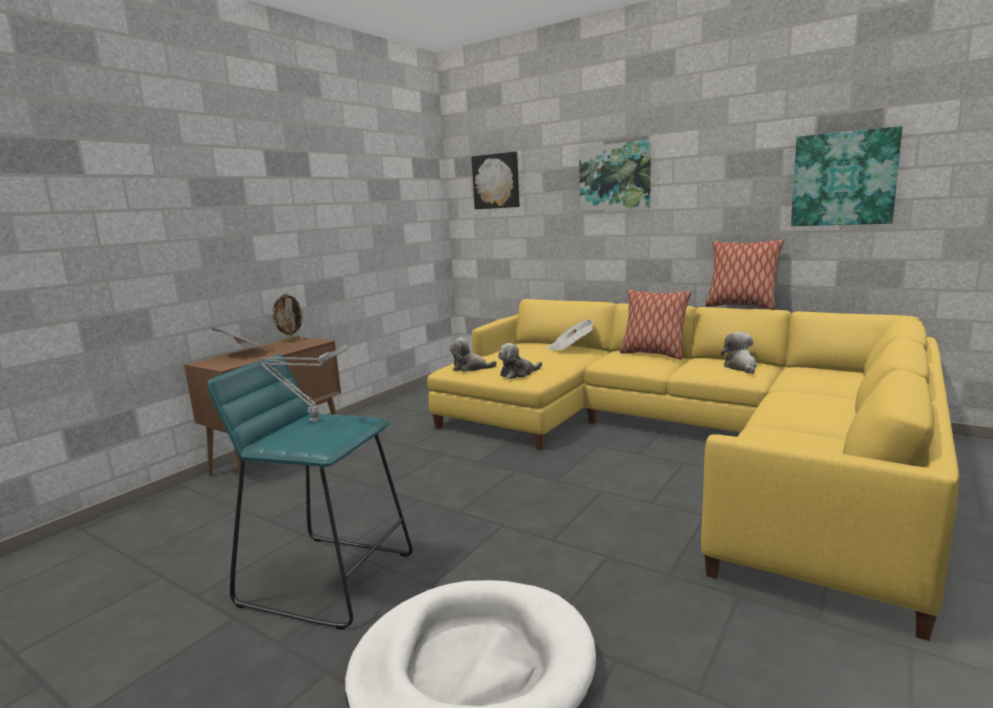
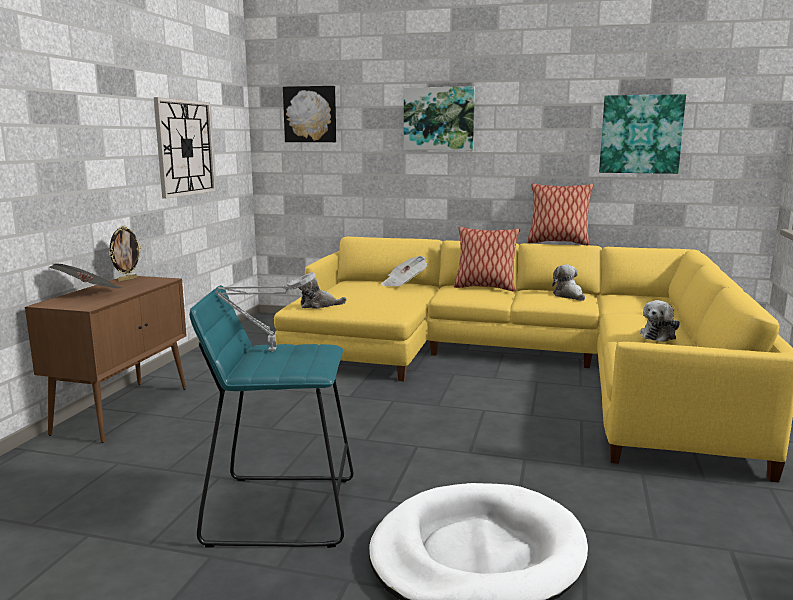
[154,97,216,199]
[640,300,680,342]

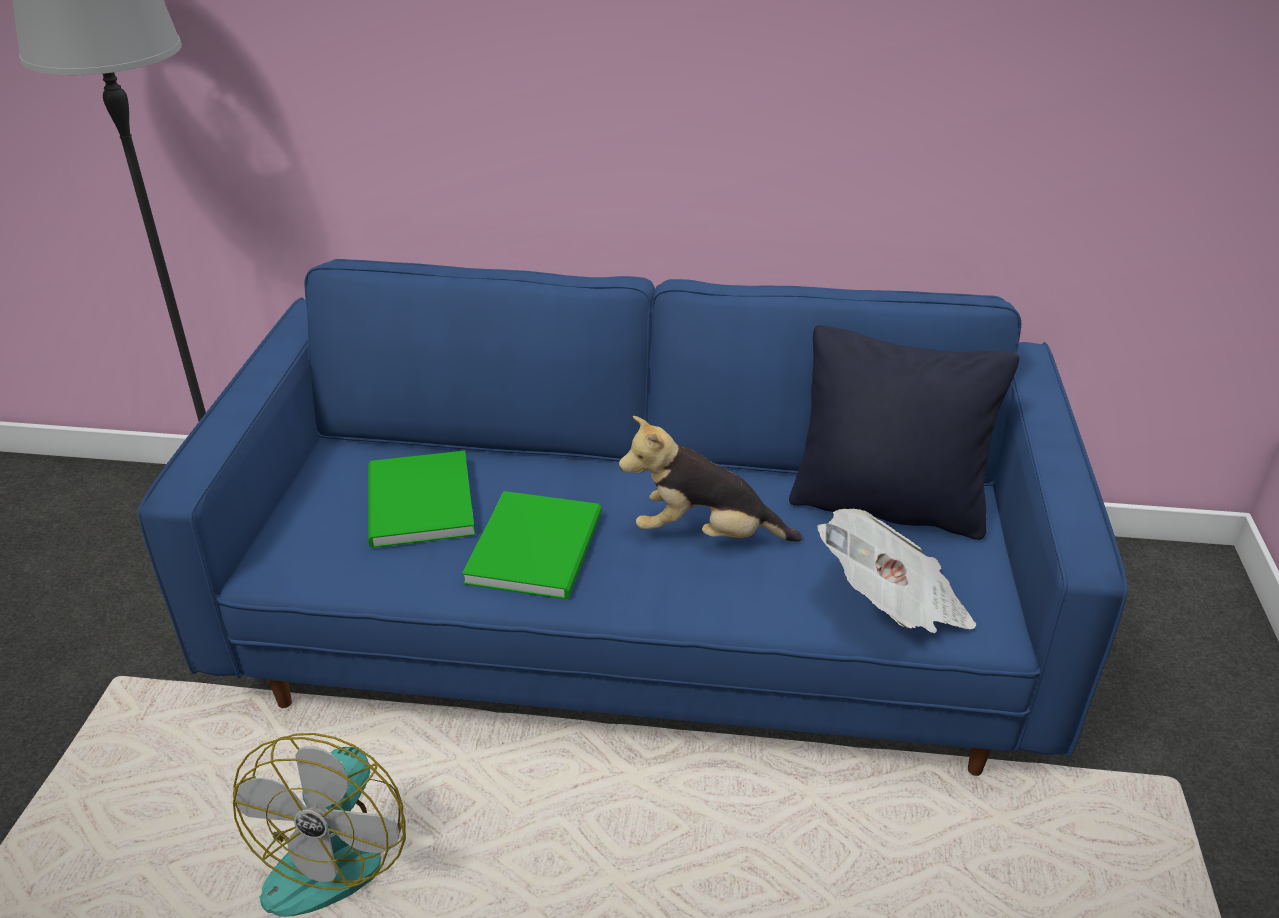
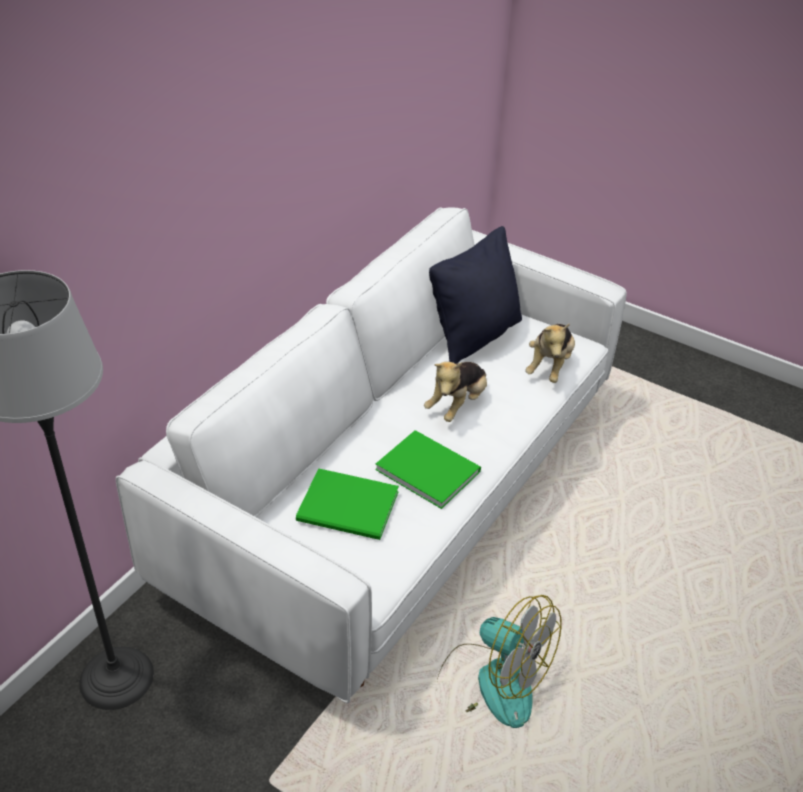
[116,207,627,704]
[525,323,575,383]

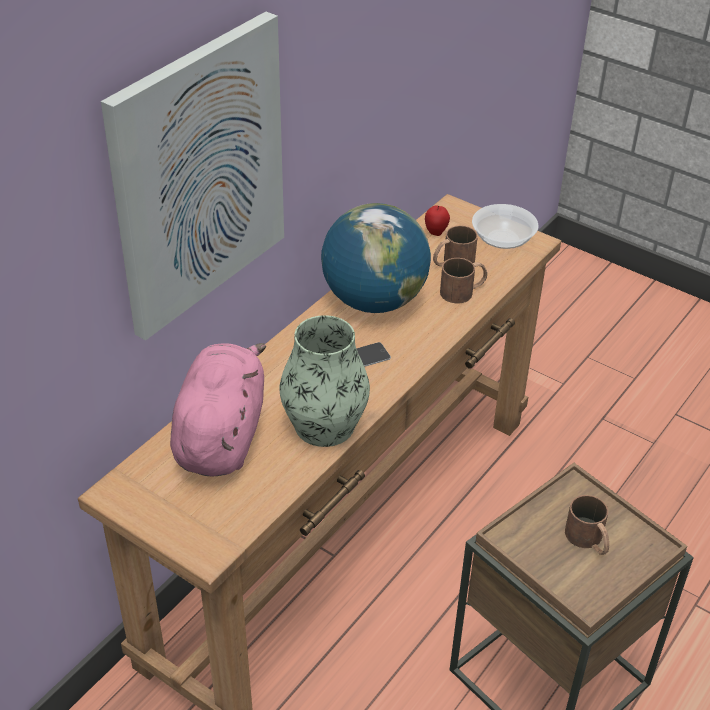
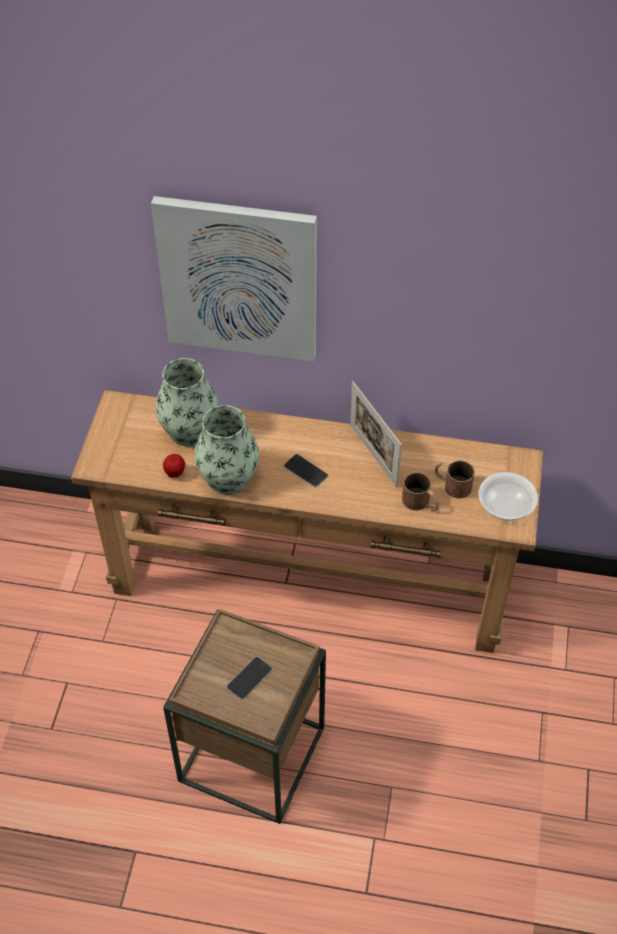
[155,358,219,447]
[163,454,185,478]
[226,657,272,700]
[350,381,402,487]

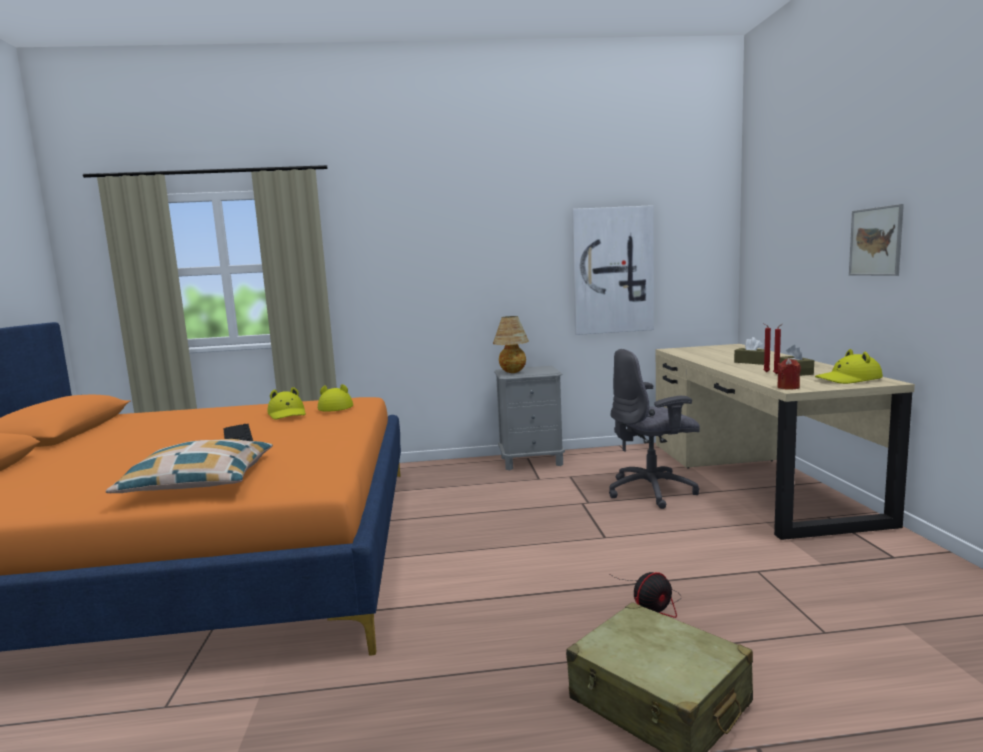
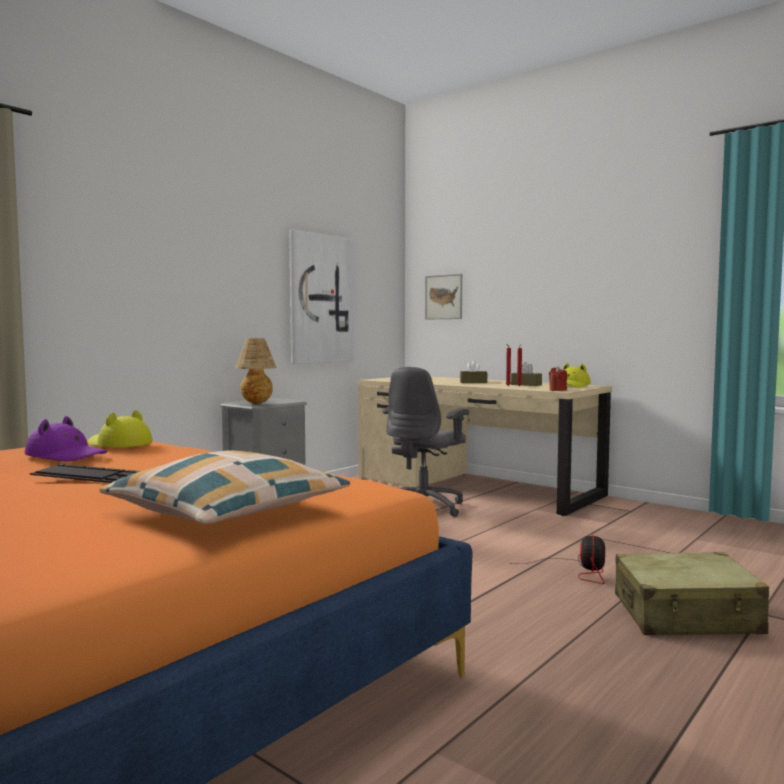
[25,416,107,461]
[425,274,462,320]

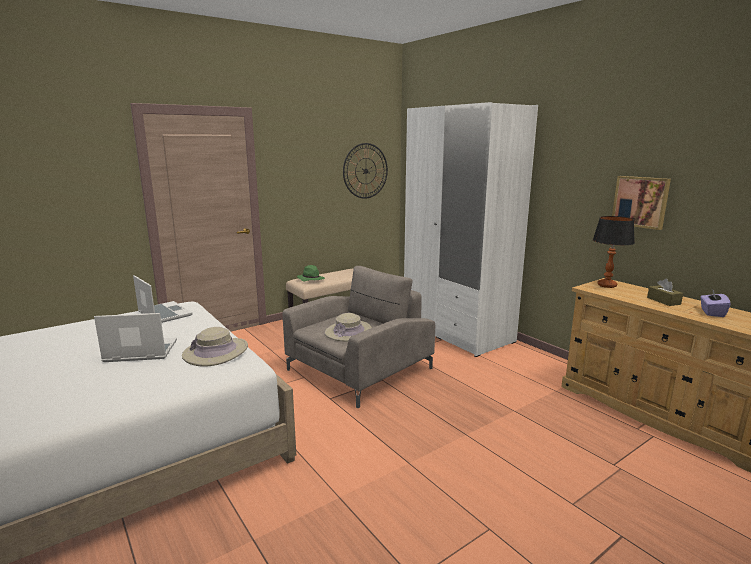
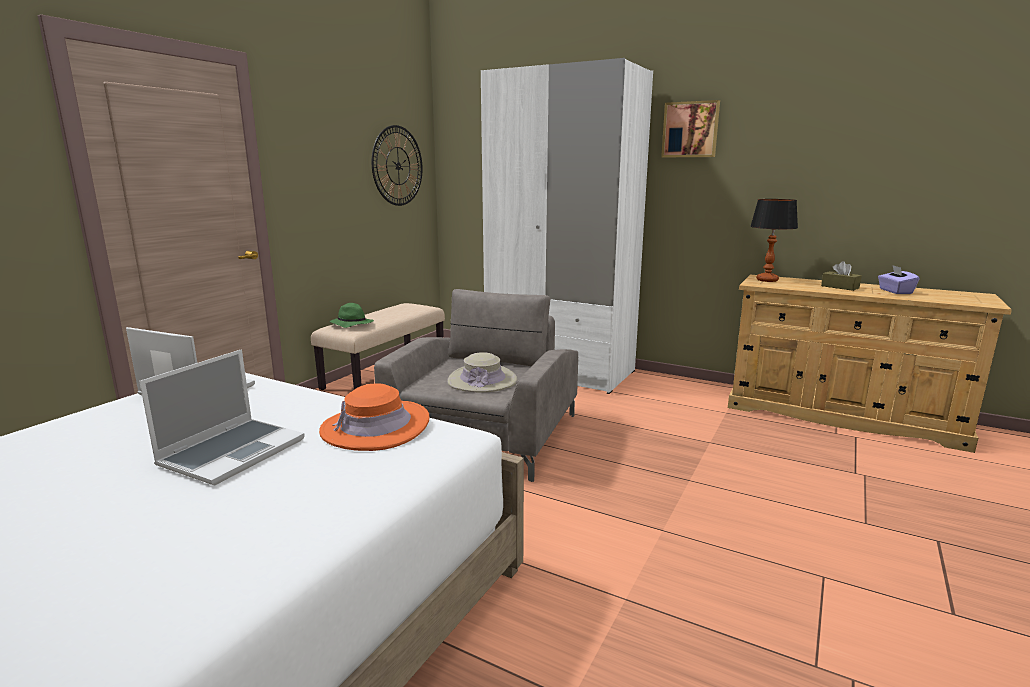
[139,349,305,485]
[319,383,430,451]
[661,100,720,157]

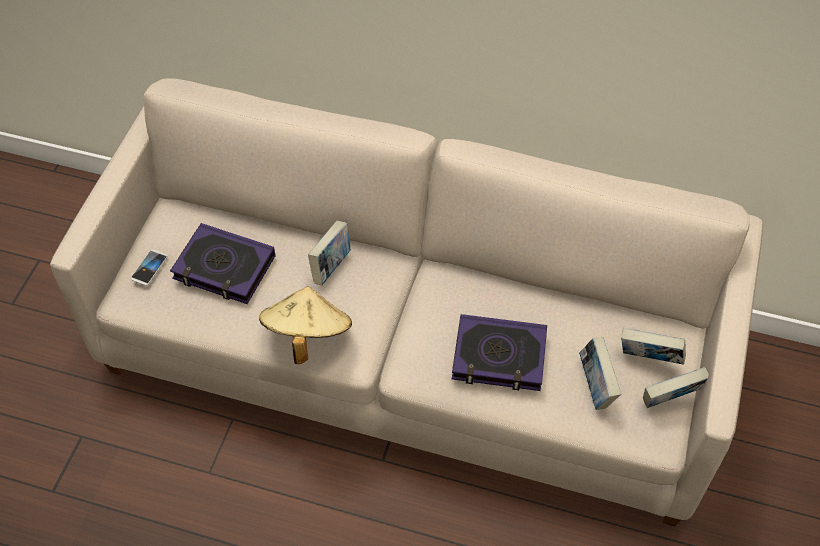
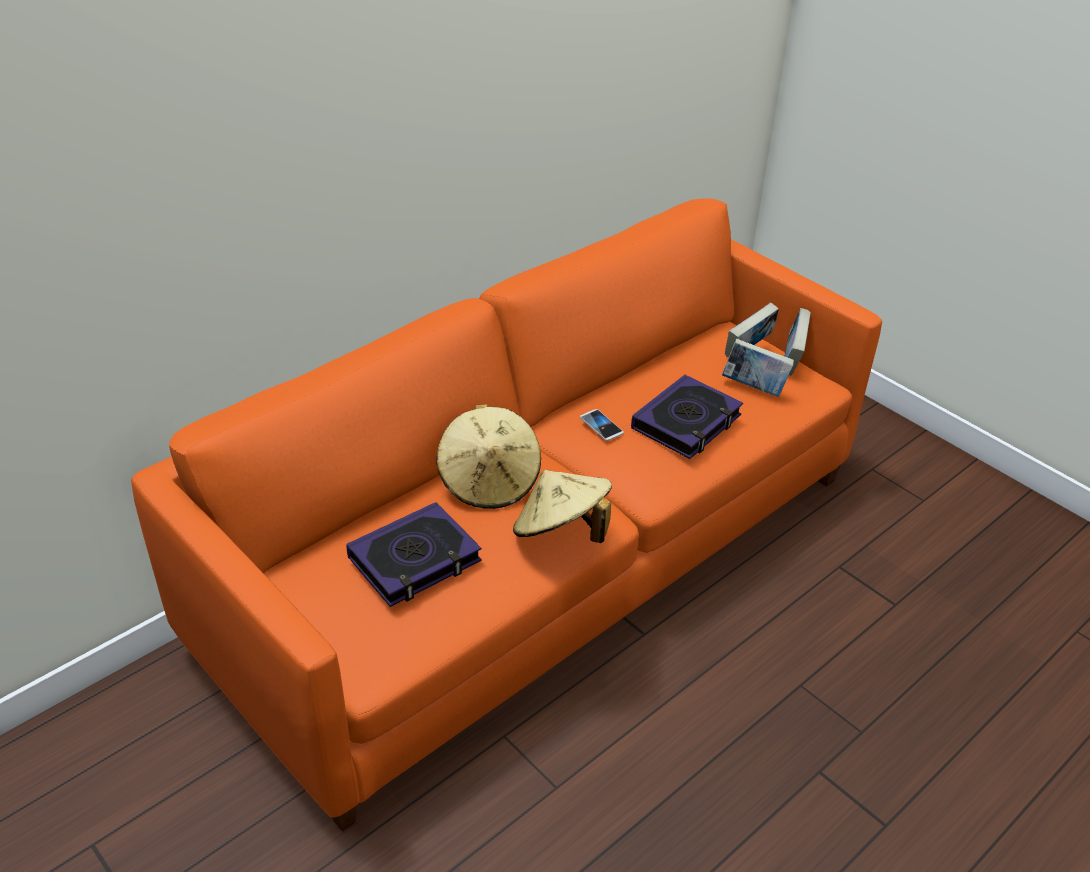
[131,199,882,832]
[436,404,541,509]
[580,409,624,441]

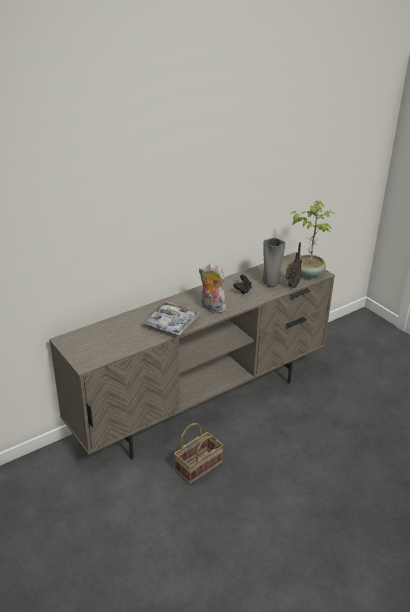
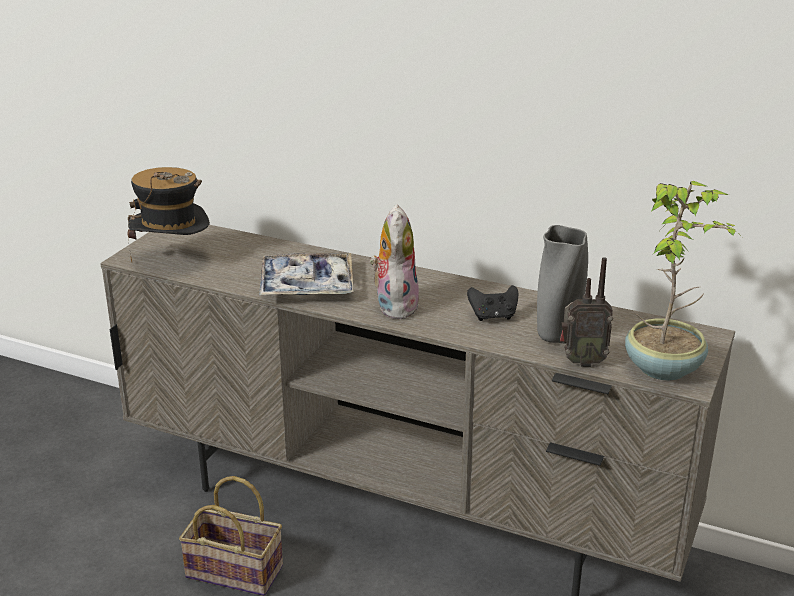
[127,167,210,262]

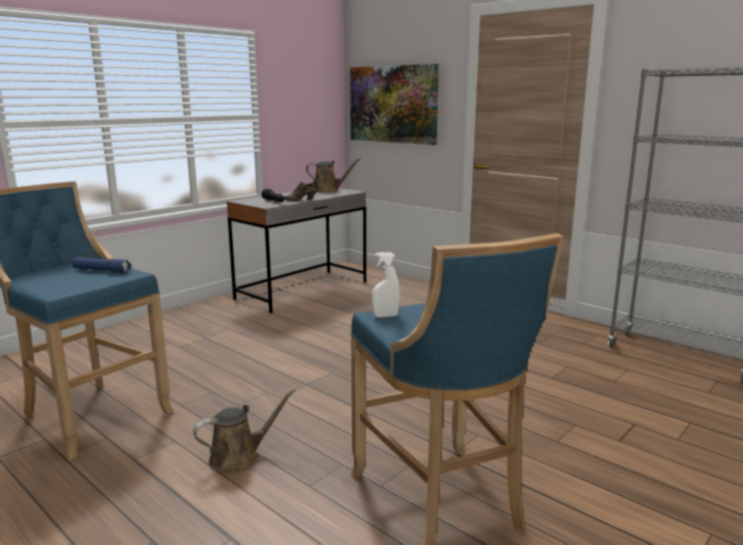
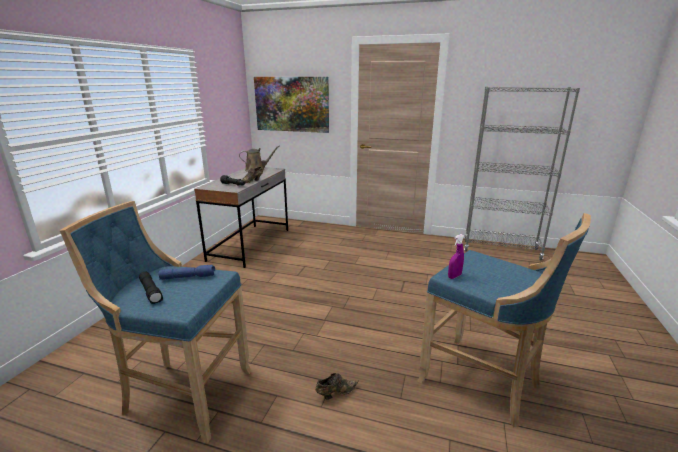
[139,272,163,304]
[316,373,359,400]
[448,234,464,279]

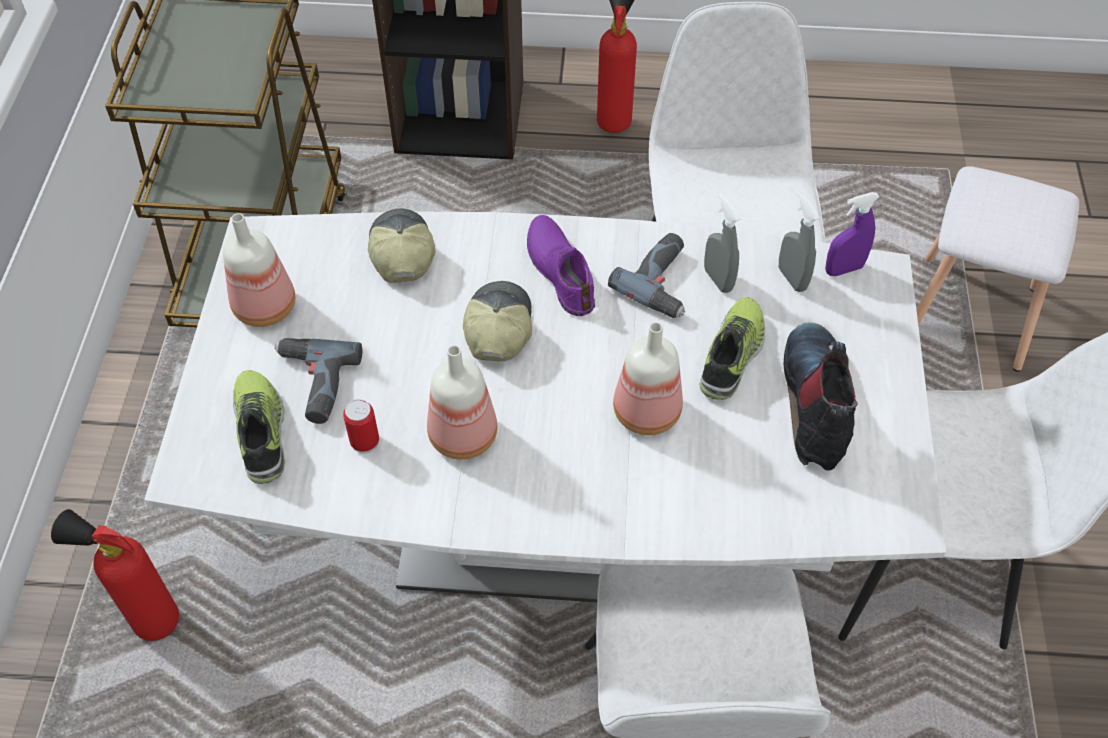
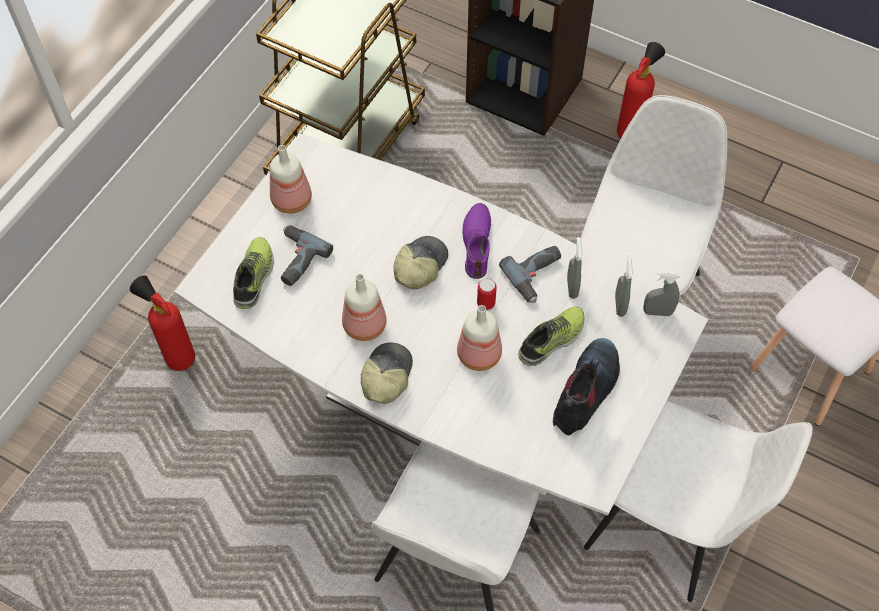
[361,342,413,404]
[477,278,497,311]
[643,271,680,316]

